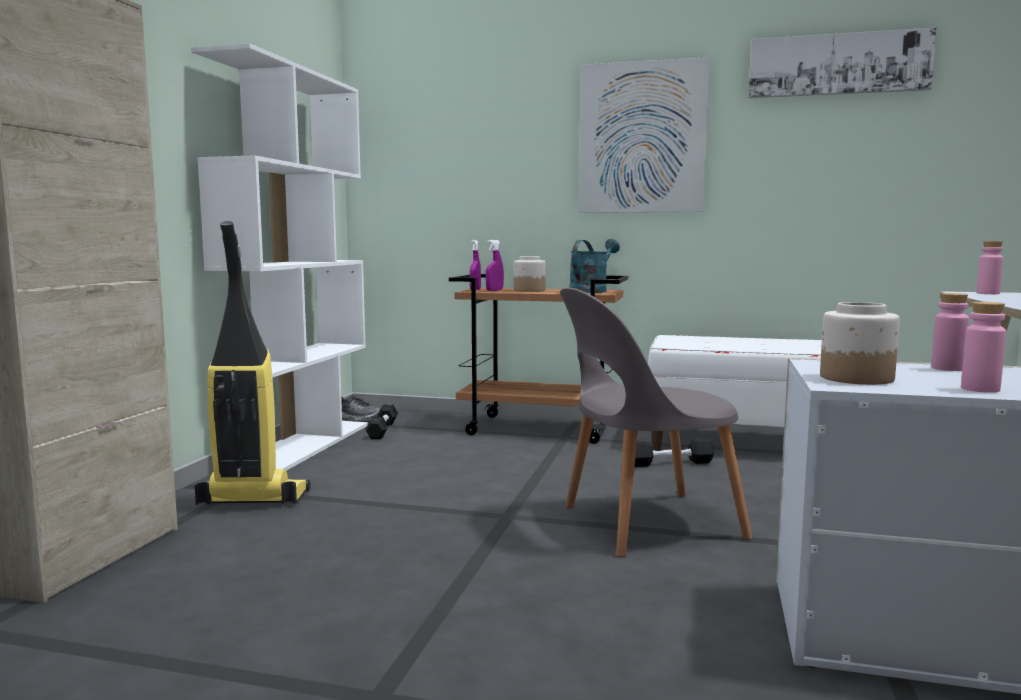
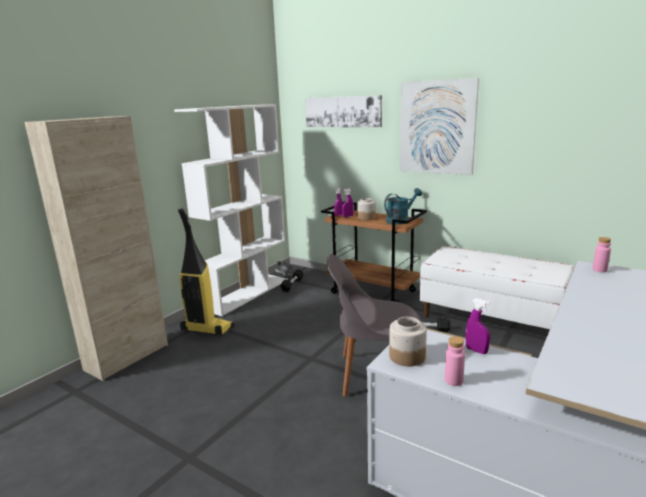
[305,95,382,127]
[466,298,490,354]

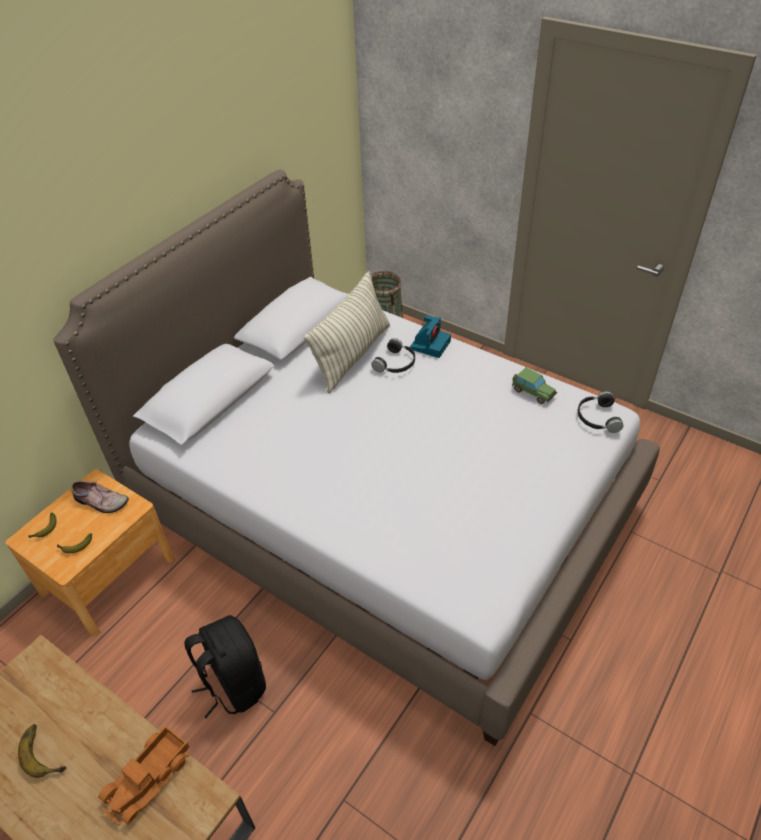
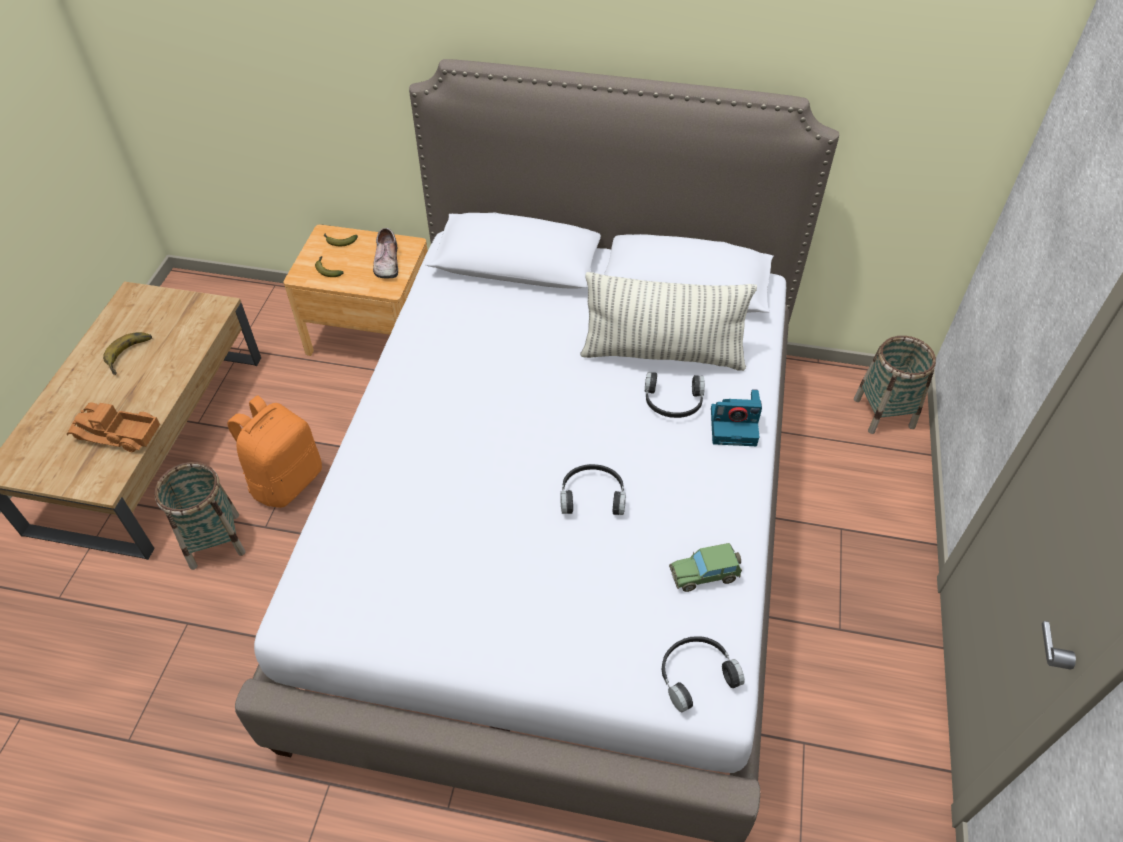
[155,462,246,570]
[227,395,322,508]
[560,464,626,515]
[669,543,742,592]

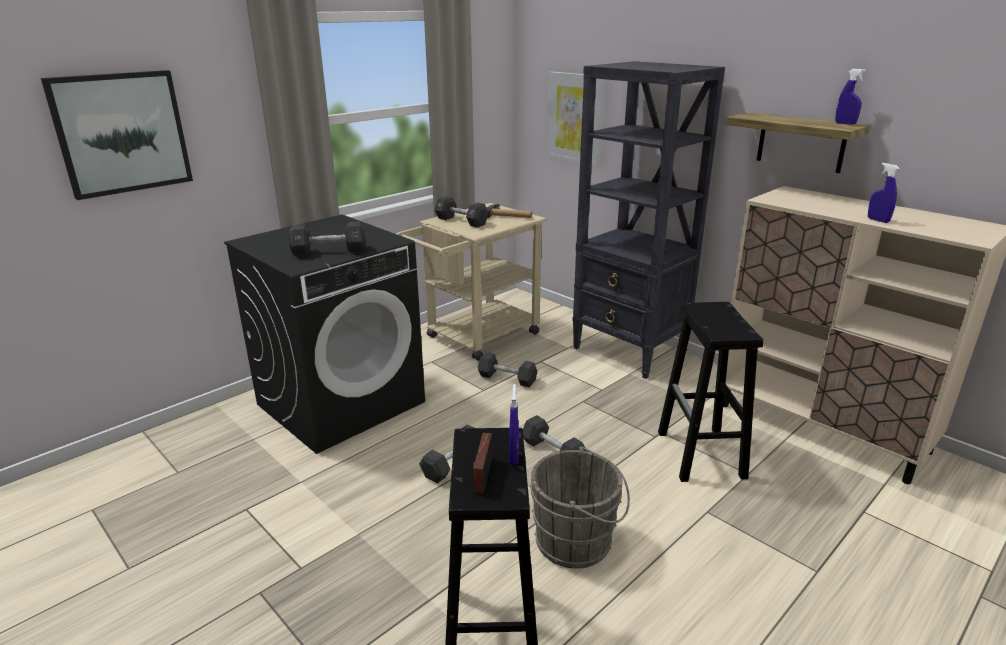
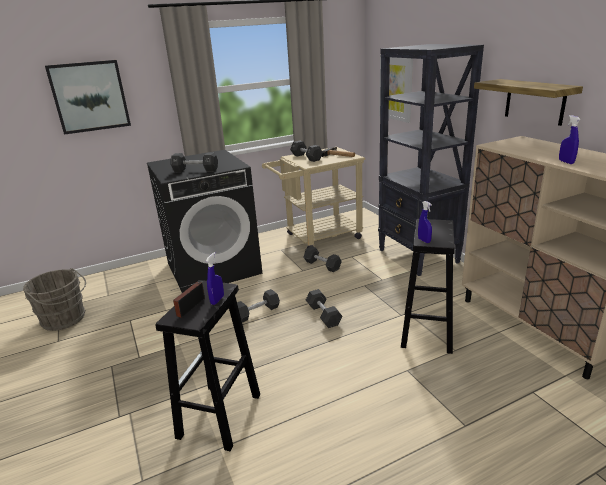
[23,268,86,331]
[418,201,432,243]

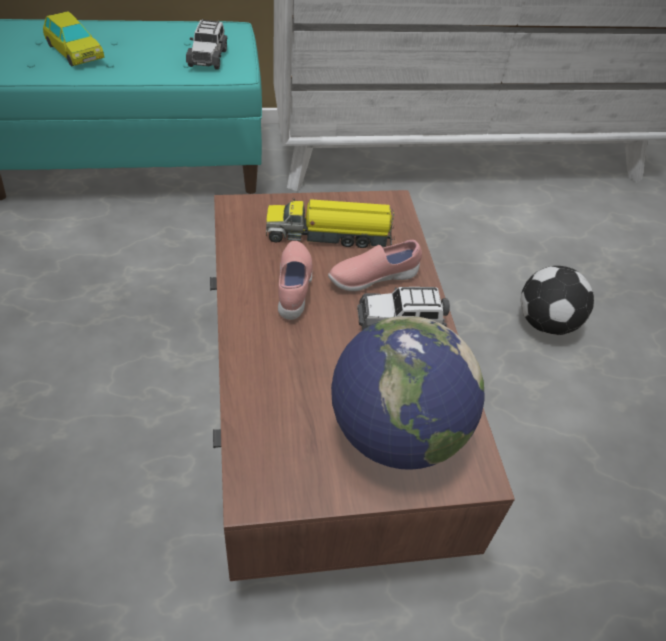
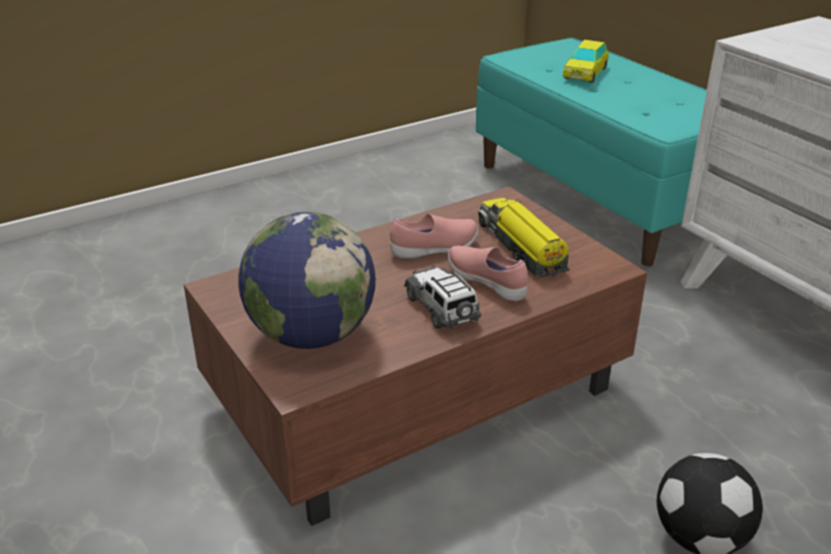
[186,19,227,70] (first image)

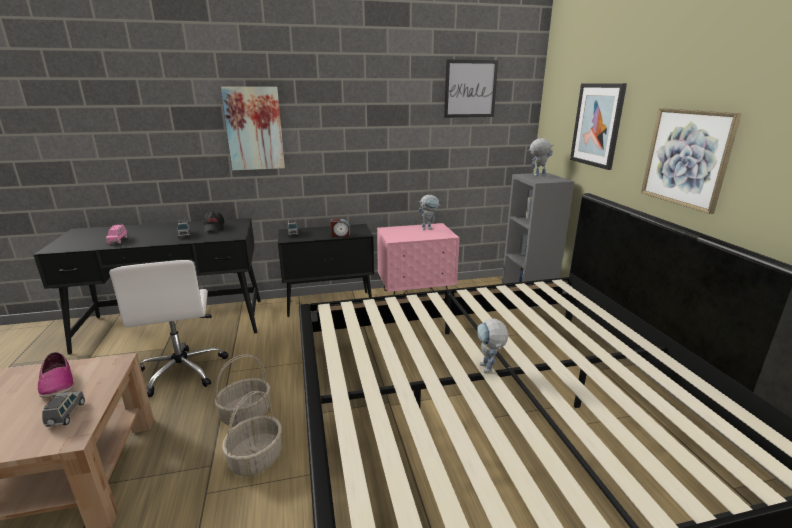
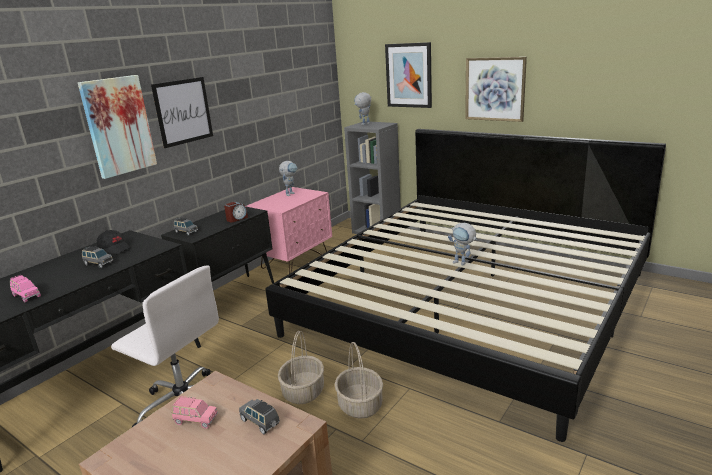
[151,77,213,148]
[172,396,218,429]

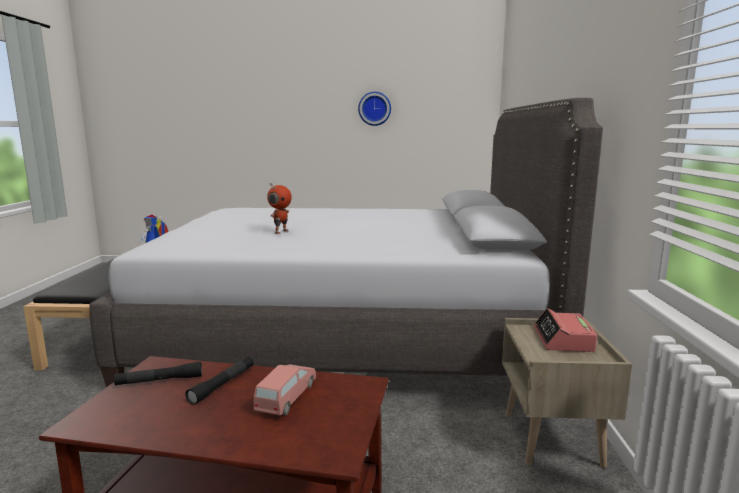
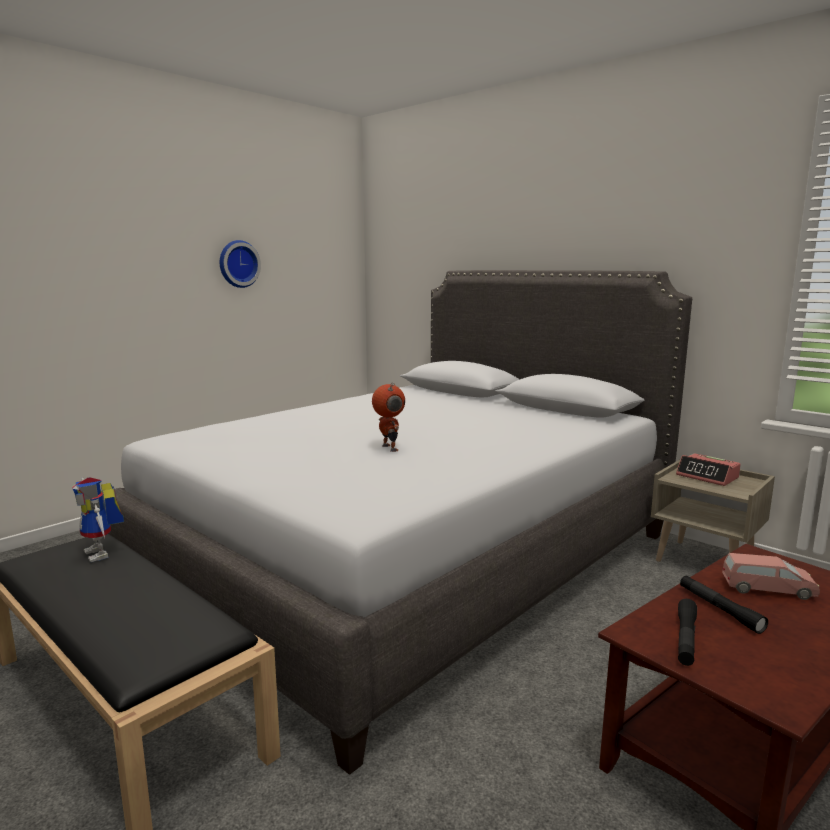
[722,553,820,600]

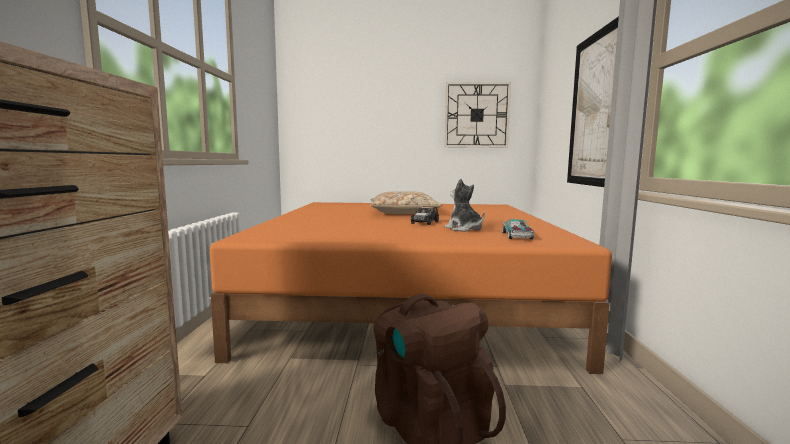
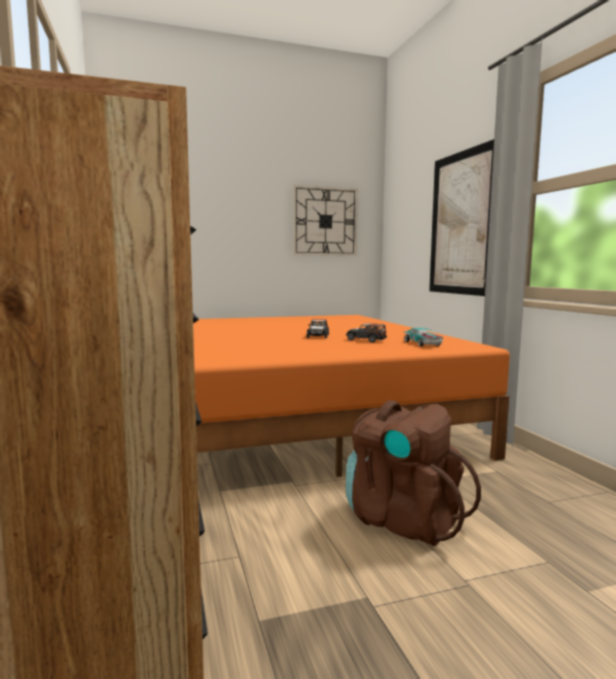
[346,323,387,343]
[370,191,443,214] (first image)

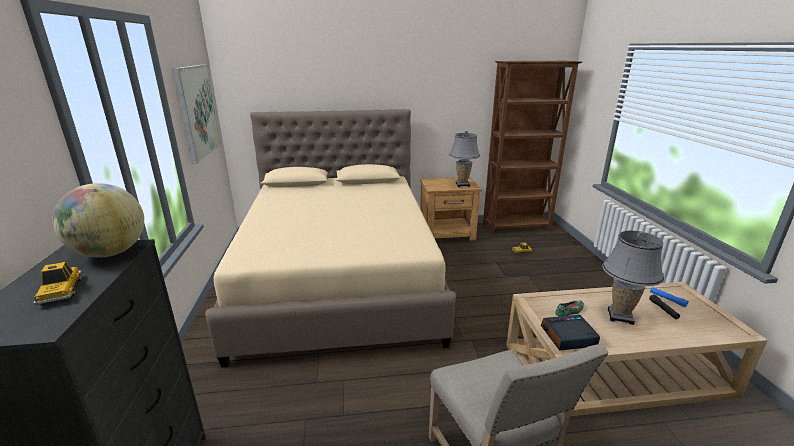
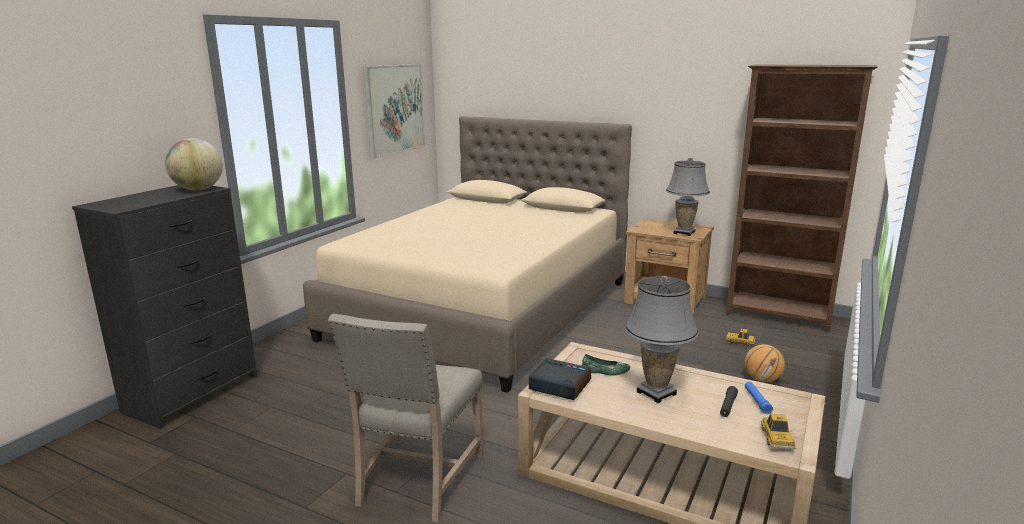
[745,344,785,382]
[761,414,796,449]

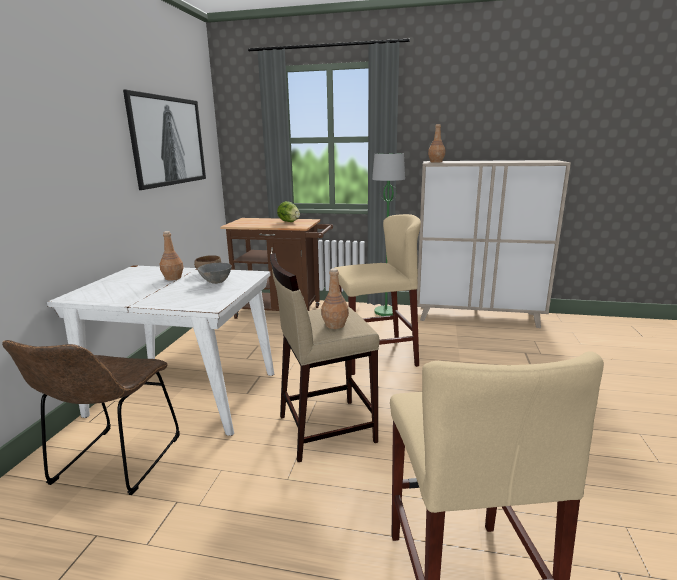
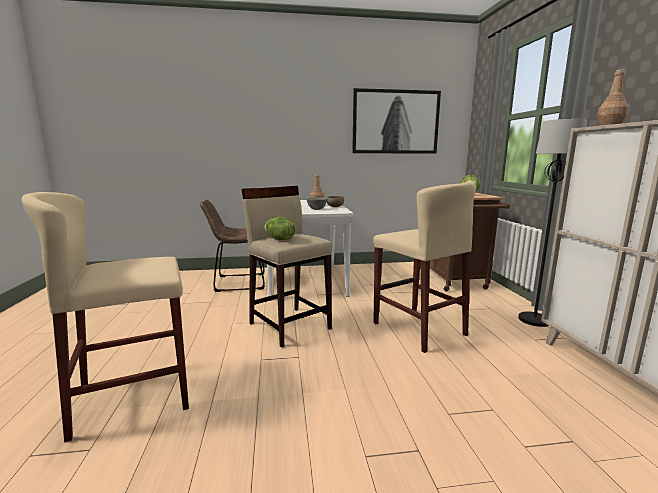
[264,217,296,240]
[518,119,587,327]

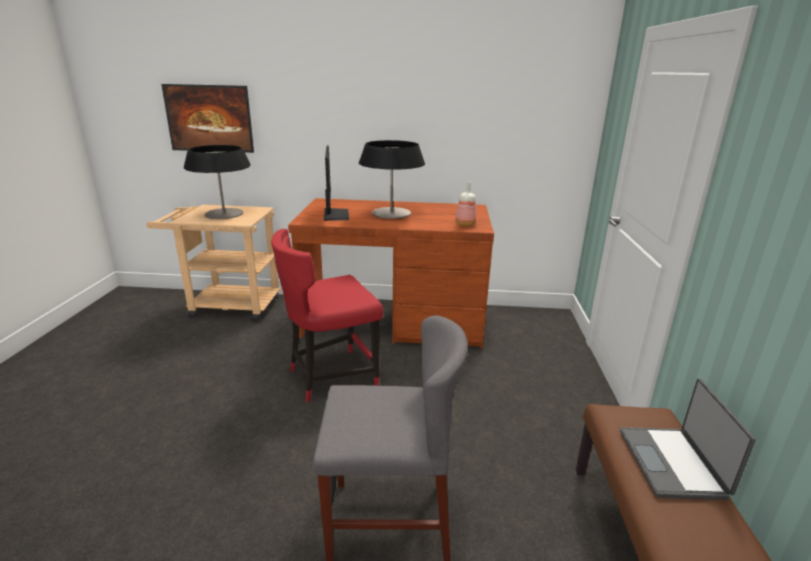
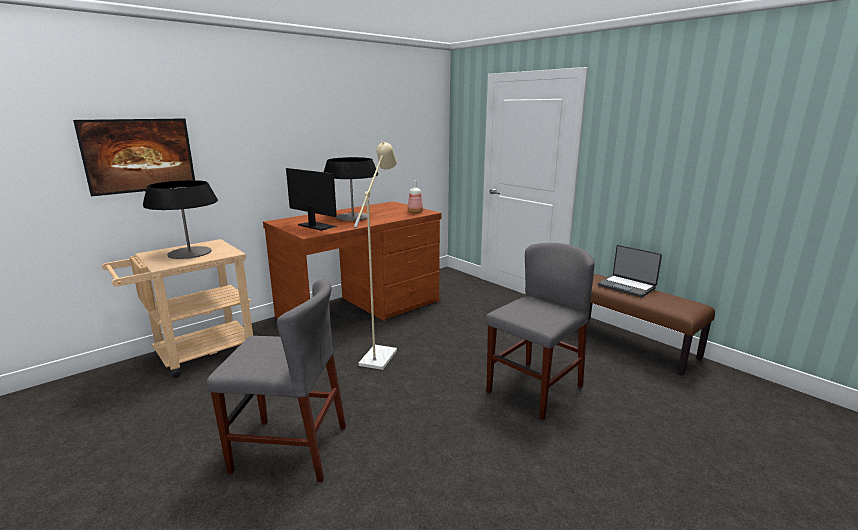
[207,279,346,482]
[354,141,397,370]

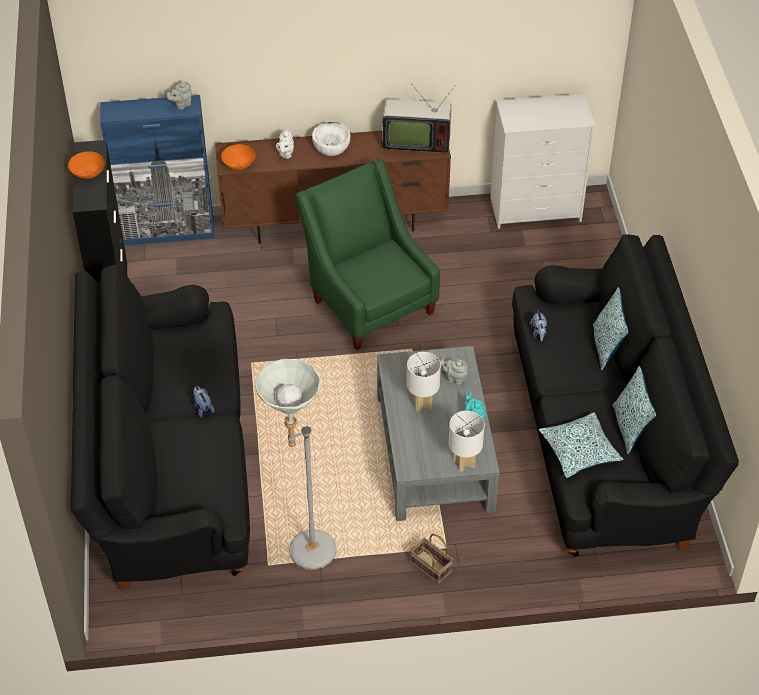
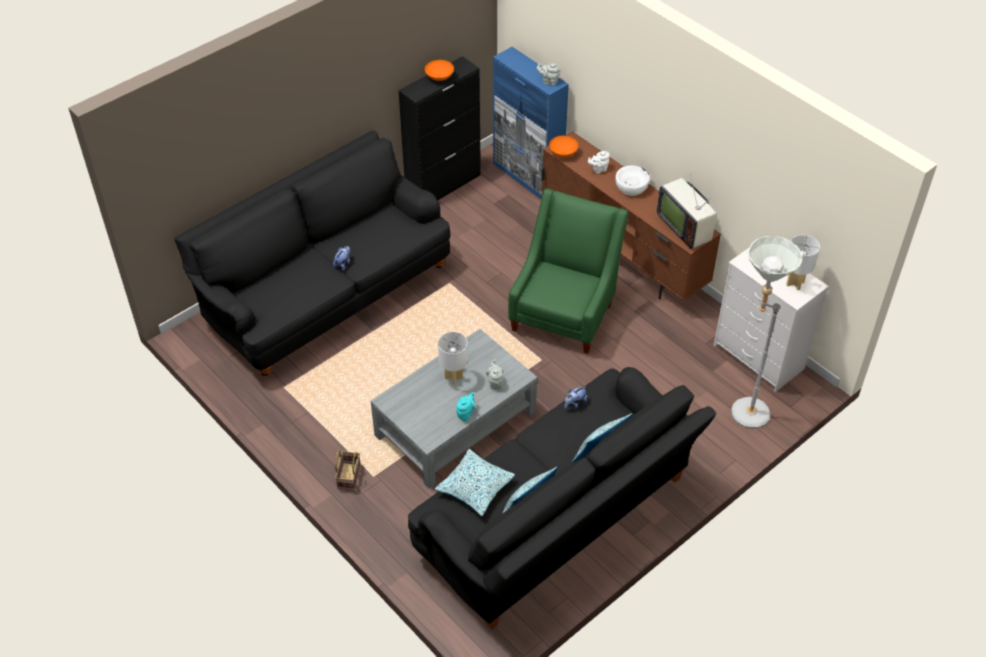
[731,236,802,429]
[786,235,820,290]

